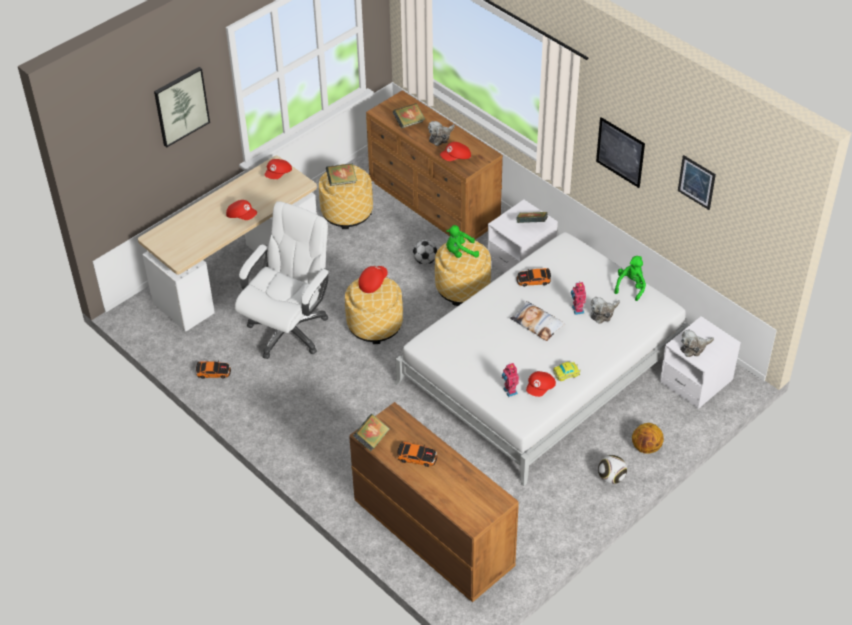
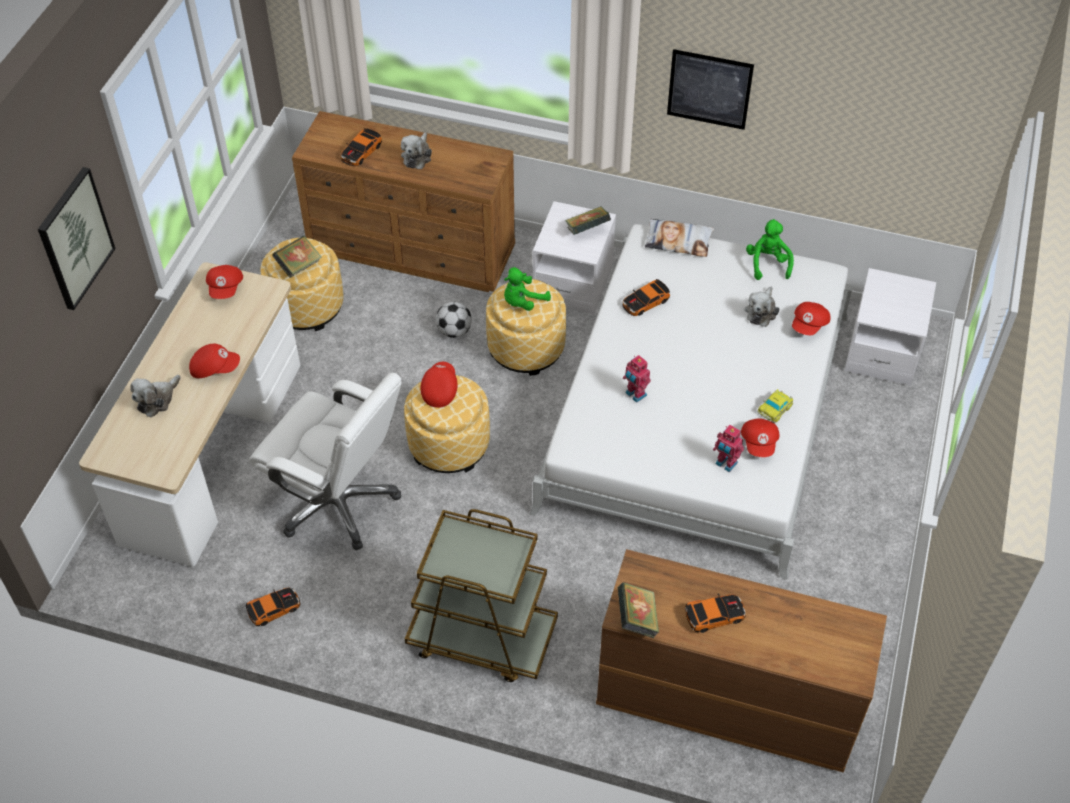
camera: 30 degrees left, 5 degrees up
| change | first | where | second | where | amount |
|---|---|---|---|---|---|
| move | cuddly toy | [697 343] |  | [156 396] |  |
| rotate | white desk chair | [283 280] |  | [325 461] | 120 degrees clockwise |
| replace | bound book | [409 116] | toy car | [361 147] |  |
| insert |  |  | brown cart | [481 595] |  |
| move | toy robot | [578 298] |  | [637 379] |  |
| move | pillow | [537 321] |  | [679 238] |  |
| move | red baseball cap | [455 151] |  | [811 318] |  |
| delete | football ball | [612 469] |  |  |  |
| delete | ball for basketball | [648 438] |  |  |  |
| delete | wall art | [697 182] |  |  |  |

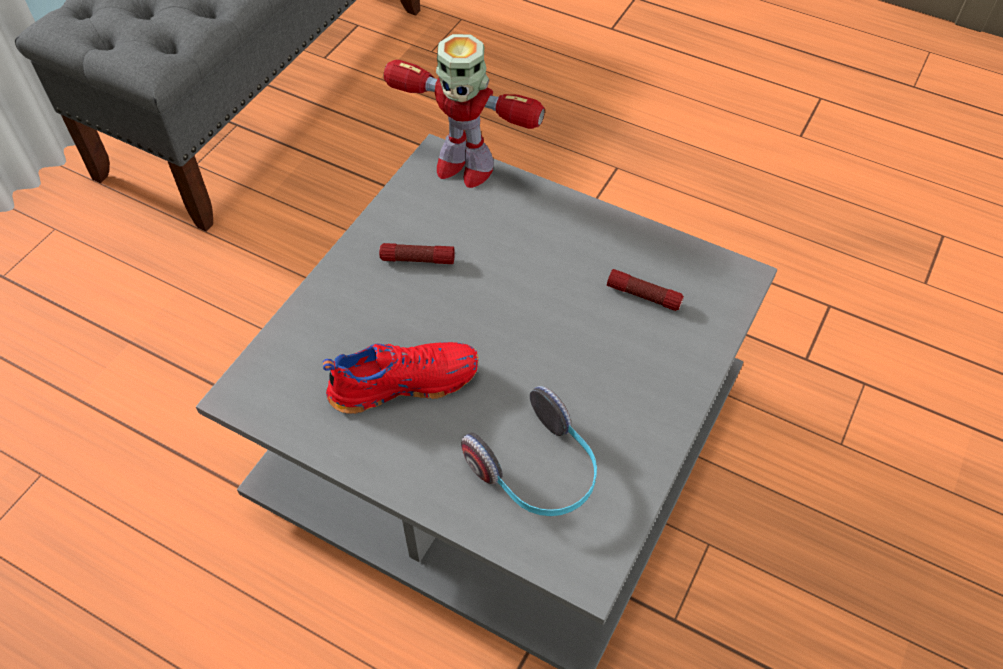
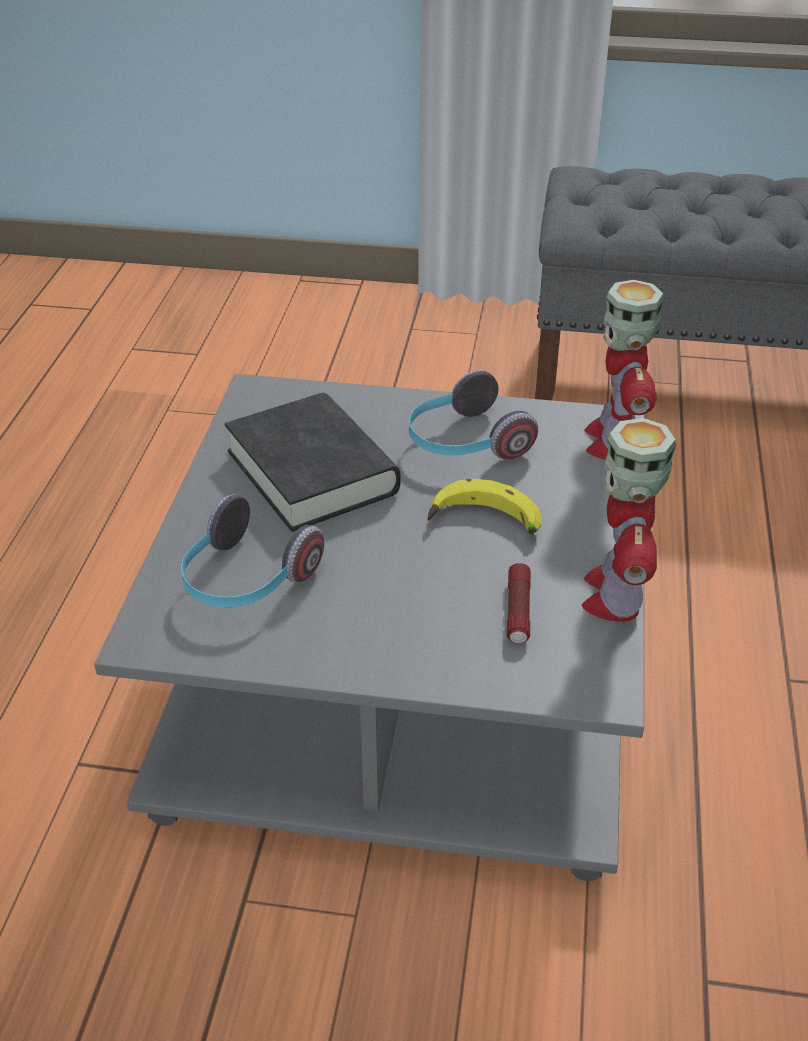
camera: 70 degrees right, 15 degrees down
| change | first | where | second | where | amount |
|---|---|---|---|---|---|
| replace | red item of footwear | [401 378] | blackish bound book | [312 462] |  |
| replace | torch | [417 253] | headset | [473 415] |  |
| insert |  |  | whole banana | [484 507] |  |
| insert |  |  | toy robot | [629 520] |  |

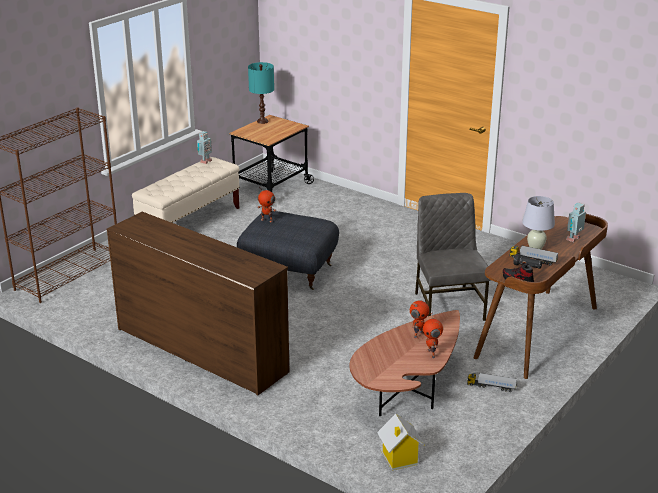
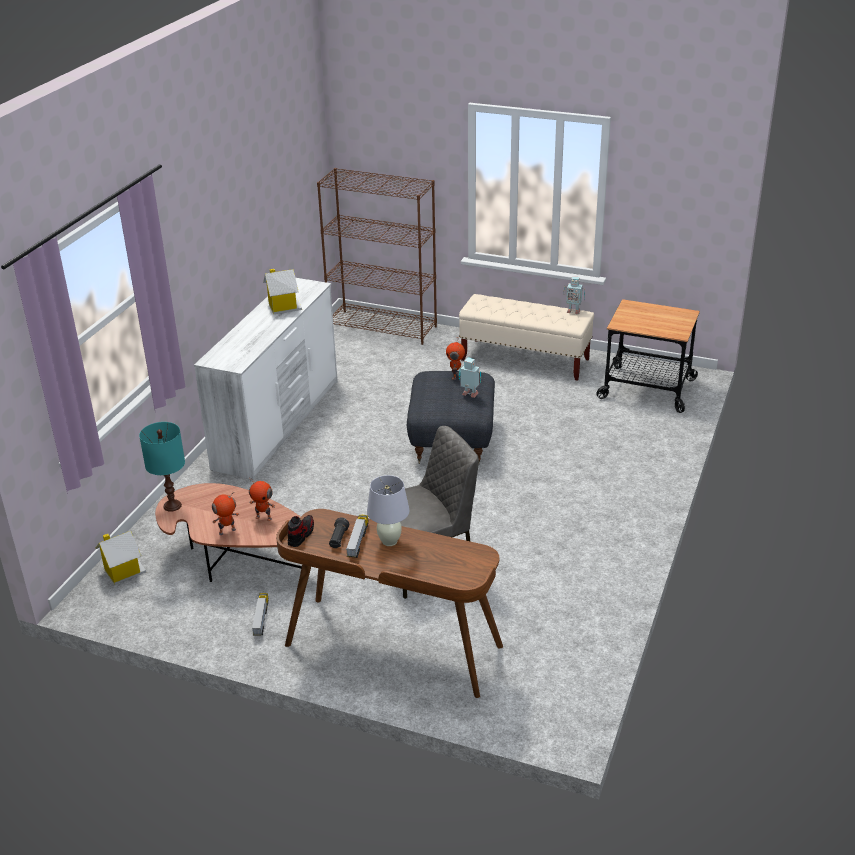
camera: 75 degrees right, 5 degrees up
| change | first | where | second | where | amount |
|---|---|---|---|---|---|
| move | blue-green table lamp | [261 93] |  | [162 467] |  |
| recolor | brown chest of drawers | [198 304] | white chest of drawers | [266 379] |  |
| insert |  |  | model house | [282 291] |  |
| move | toy robot | [576 222] |  | [470 378] |  |

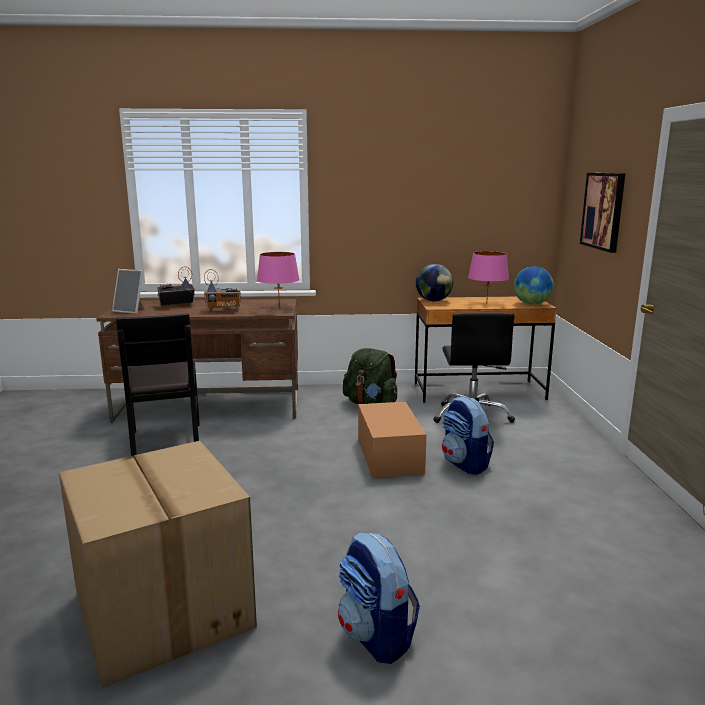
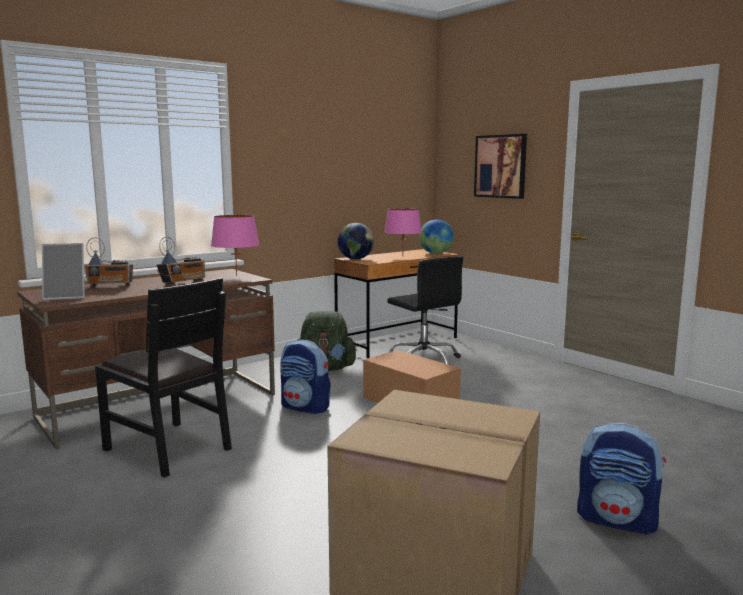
camera: 35 degrees left, 5 degrees down
| change | first | where | second | where | amount |
|---|---|---|---|---|---|
| rotate | radio set | [176 287] |  | [108 262] | 135 degrees counterclockwise |
| move | knapsack | [468 435] |  | [305 377] |  |

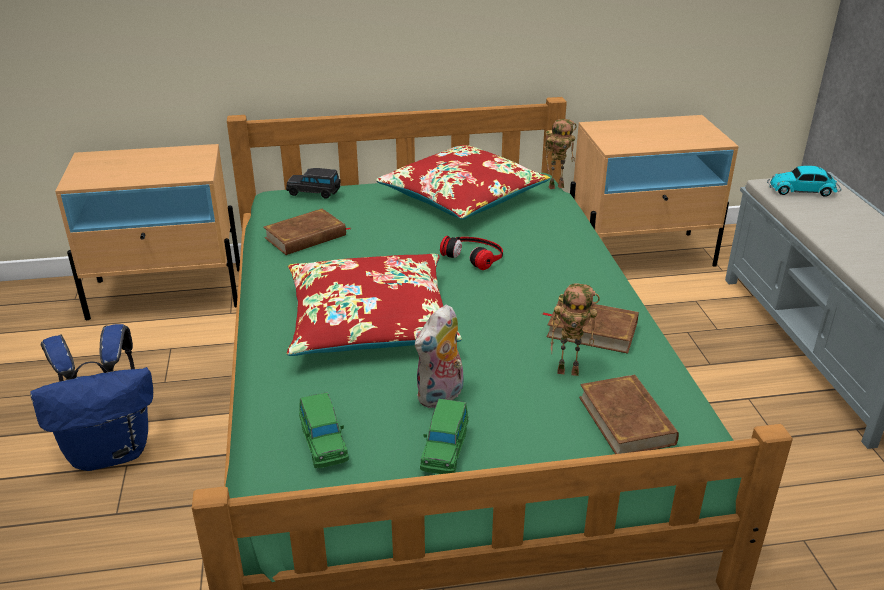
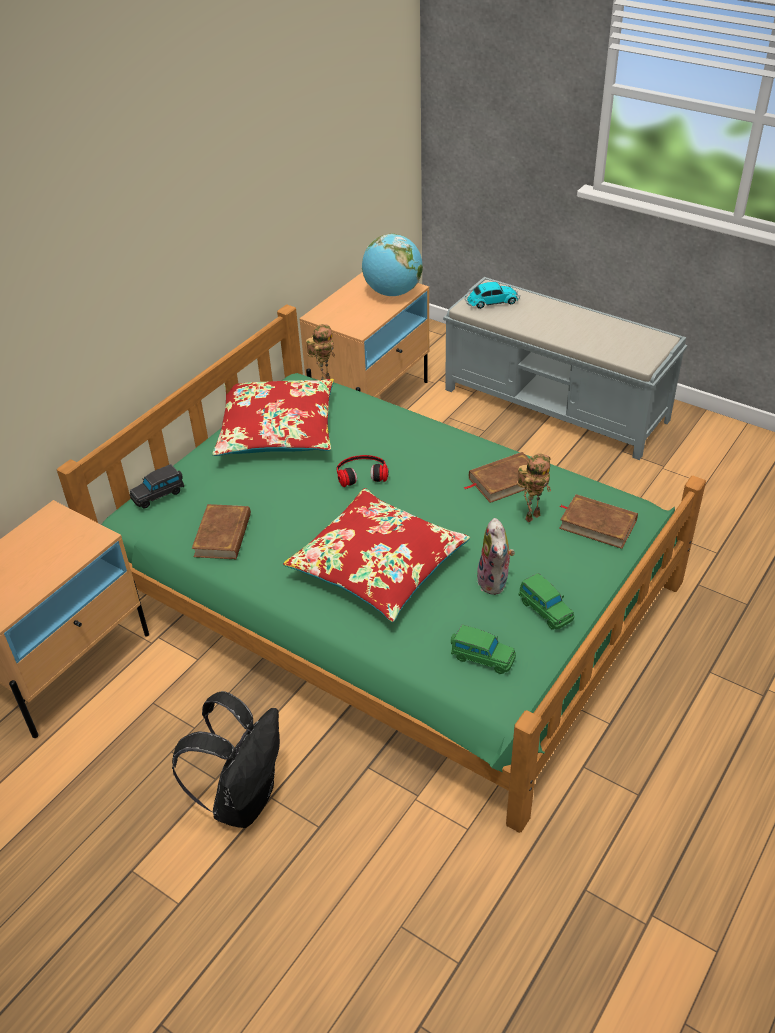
camera: 45 degrees left, 10 degrees up
| change | first | where | second | where | amount |
|---|---|---|---|---|---|
| recolor | blue knapsack | [91 397] | blackish knapsack | [226 759] |  |
| insert |  |  | world globe | [392 265] |  |
| rotate | toy car | [804 181] |  | [492 295] | 150 degrees counterclockwise |

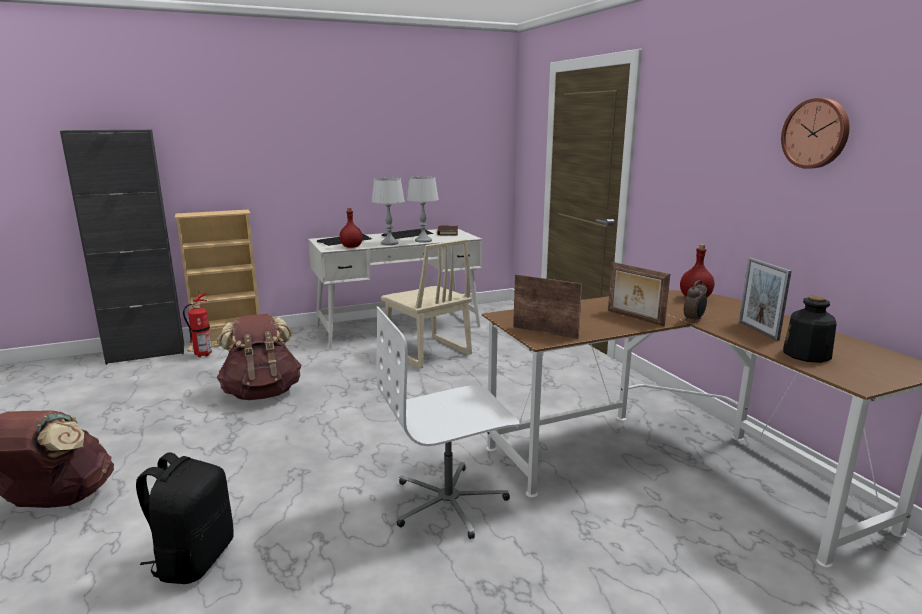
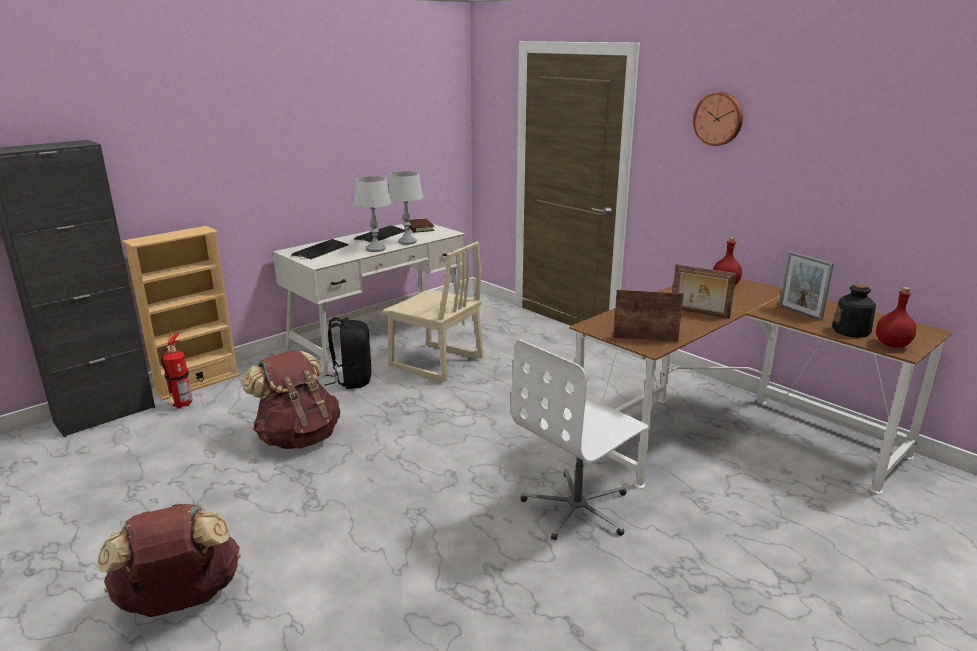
camera: 20 degrees left, 5 degrees up
| change | first | where | second | where | amount |
|---|---|---|---|---|---|
| move | blackish knapsack | [185 518] |  | [348 353] |  |
| move | wall clock | [815 133] |  | [718 119] |  |
| move | red beverage bottle | [351 228] |  | [896 317] |  |
| delete | alarm clock | [695 301] |  |  |  |

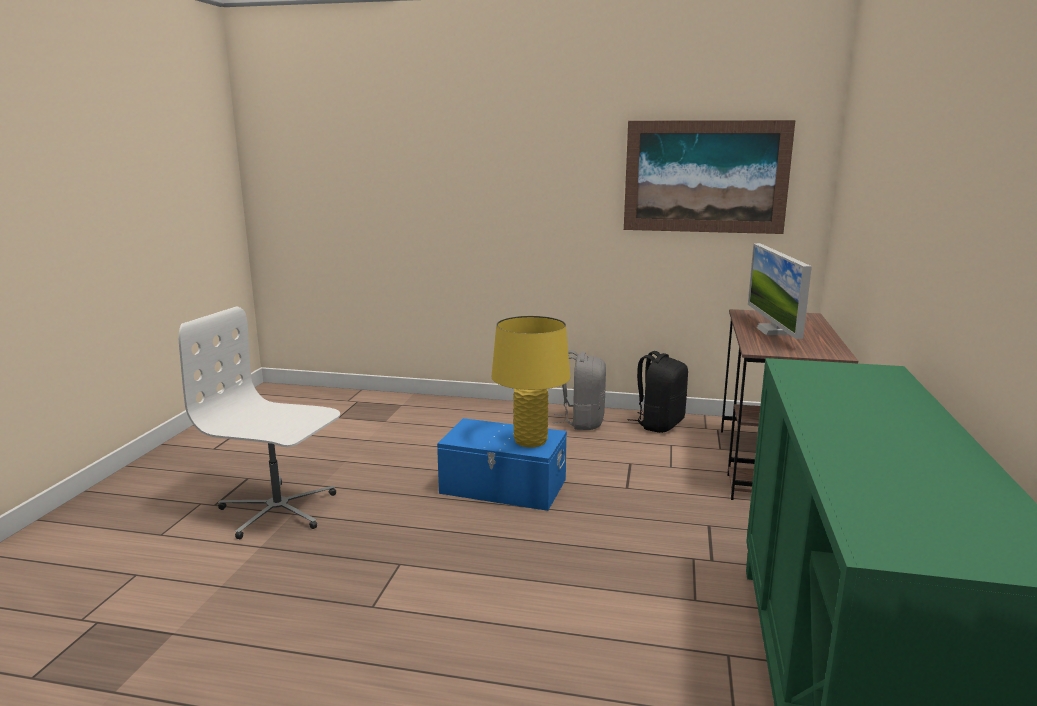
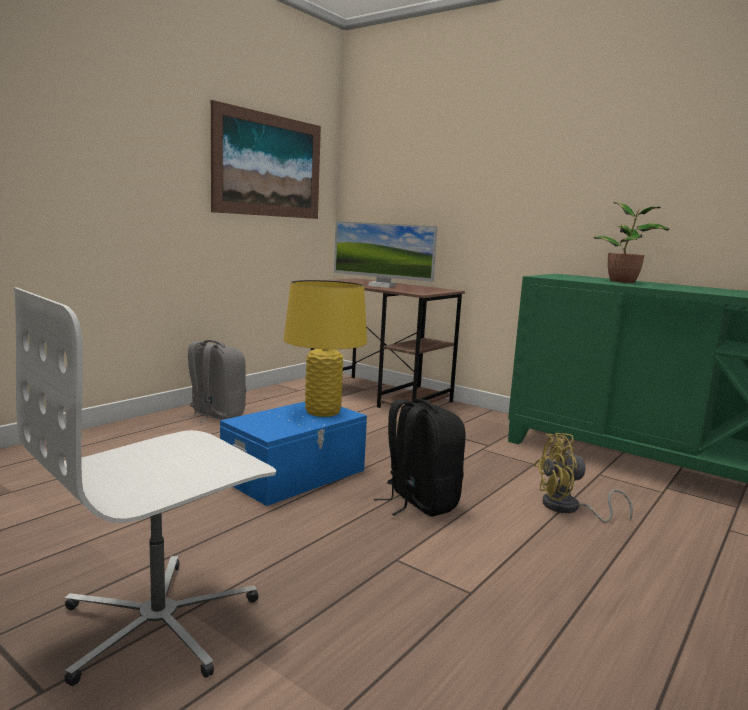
camera: 65 degrees left, 5 degrees down
| change | first | where | second | where | amount |
|---|---|---|---|---|---|
| move | blackish knapsack | [658 392] |  | [420 458] |  |
| insert |  |  | yellow-coloured fan | [583 478] |  |
| insert |  |  | potted plant | [631 242] |  |

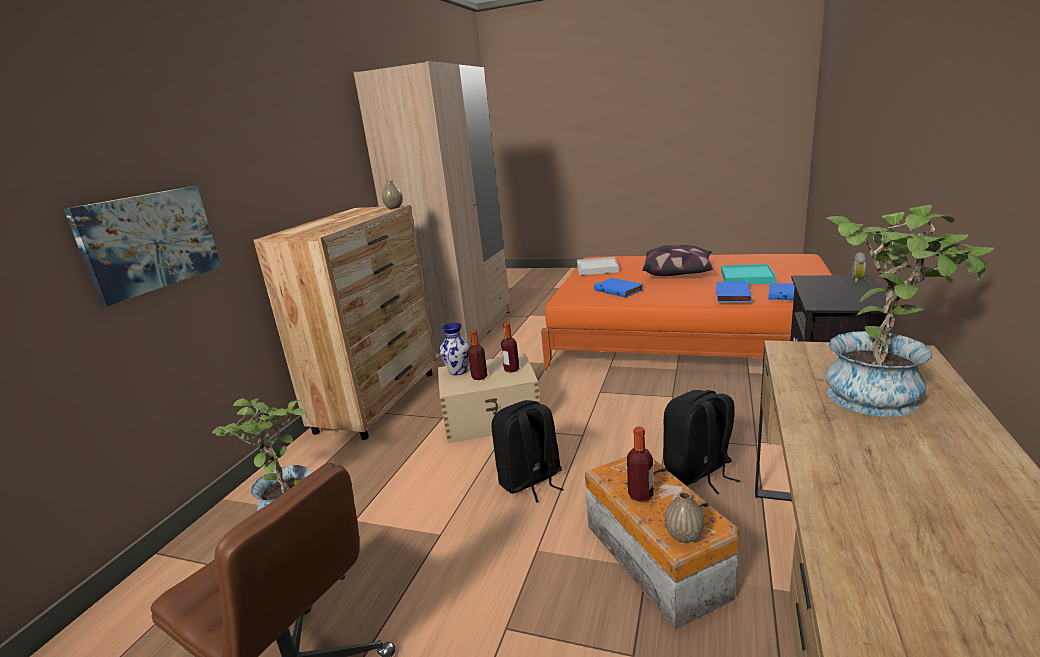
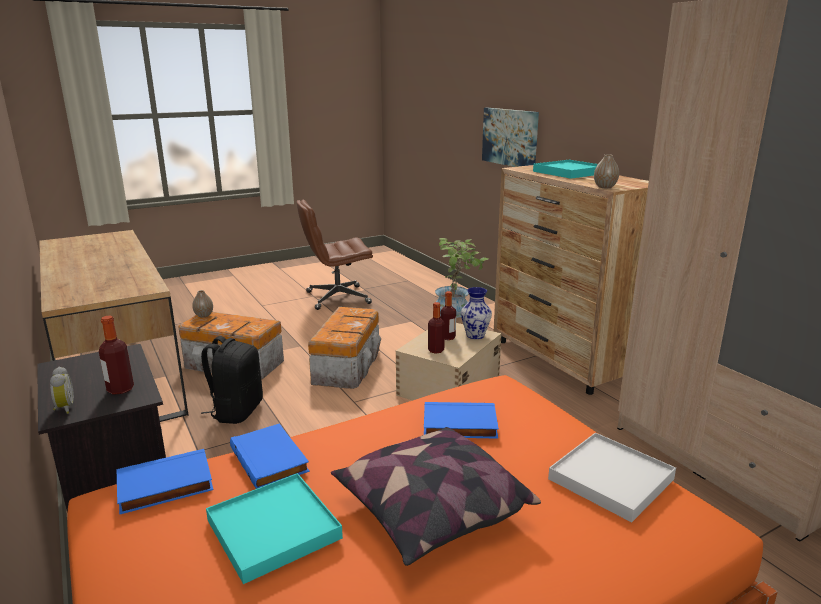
camera: 130 degrees right, 0 degrees up
| change | first | where | second | where | amount |
|---|---|---|---|---|---|
| move | beverage bottle | [640 464] |  | [116 355] |  |
| replace | blackish knapsack | [527 451] | storage bin | [344 348] |  |
| insert |  |  | blue-green carrying tray | [565 169] |  |
| delete | potted plant | [910 311] |  |  |  |

